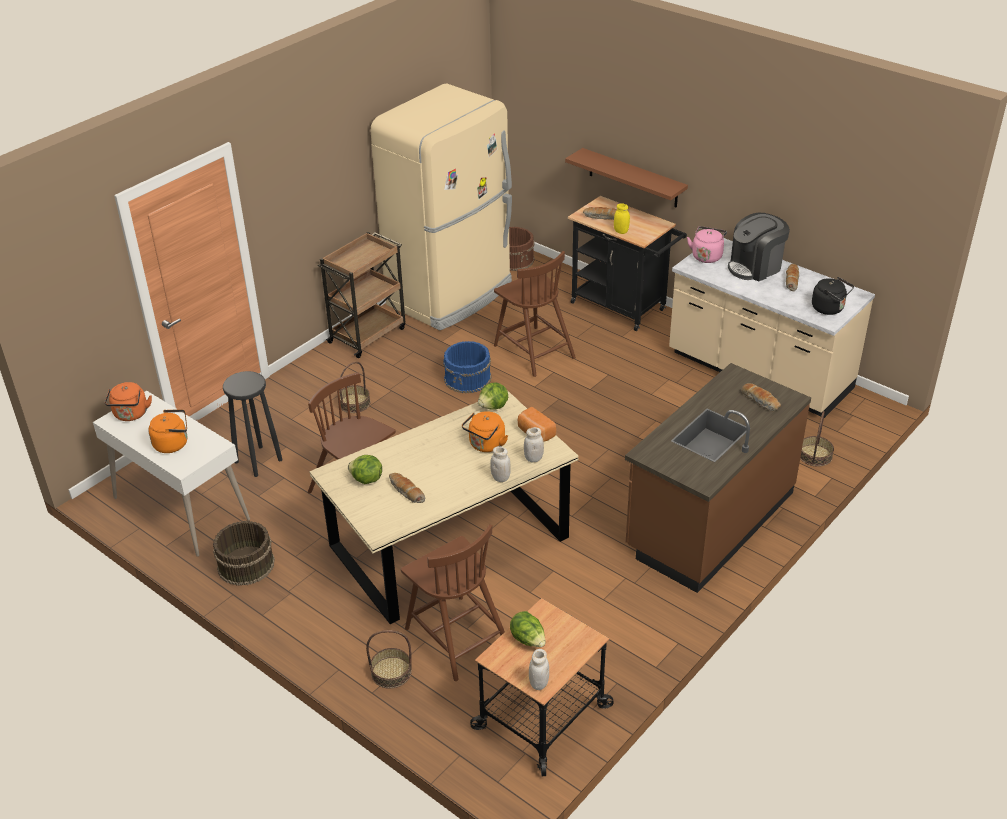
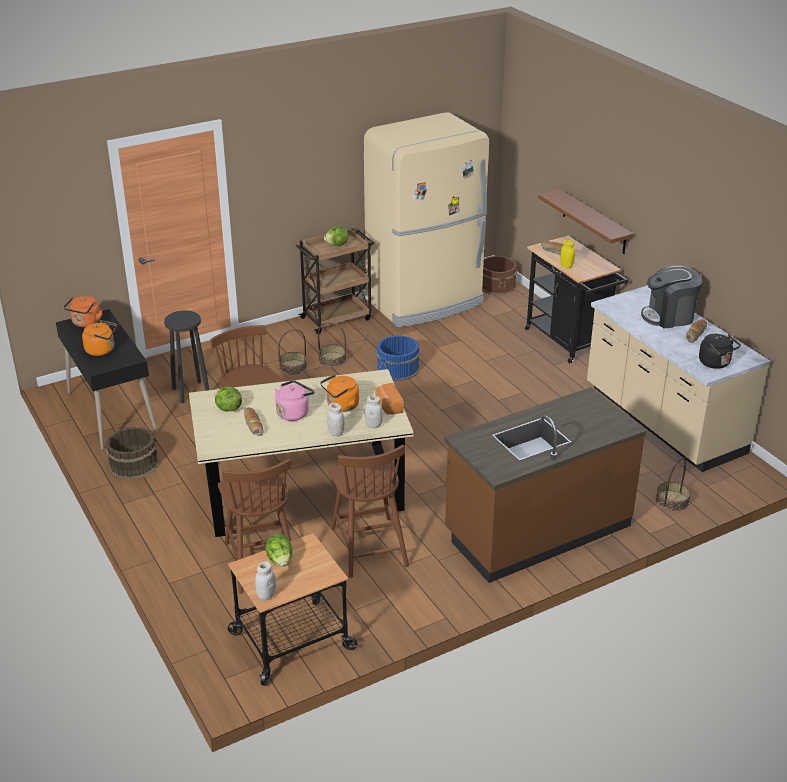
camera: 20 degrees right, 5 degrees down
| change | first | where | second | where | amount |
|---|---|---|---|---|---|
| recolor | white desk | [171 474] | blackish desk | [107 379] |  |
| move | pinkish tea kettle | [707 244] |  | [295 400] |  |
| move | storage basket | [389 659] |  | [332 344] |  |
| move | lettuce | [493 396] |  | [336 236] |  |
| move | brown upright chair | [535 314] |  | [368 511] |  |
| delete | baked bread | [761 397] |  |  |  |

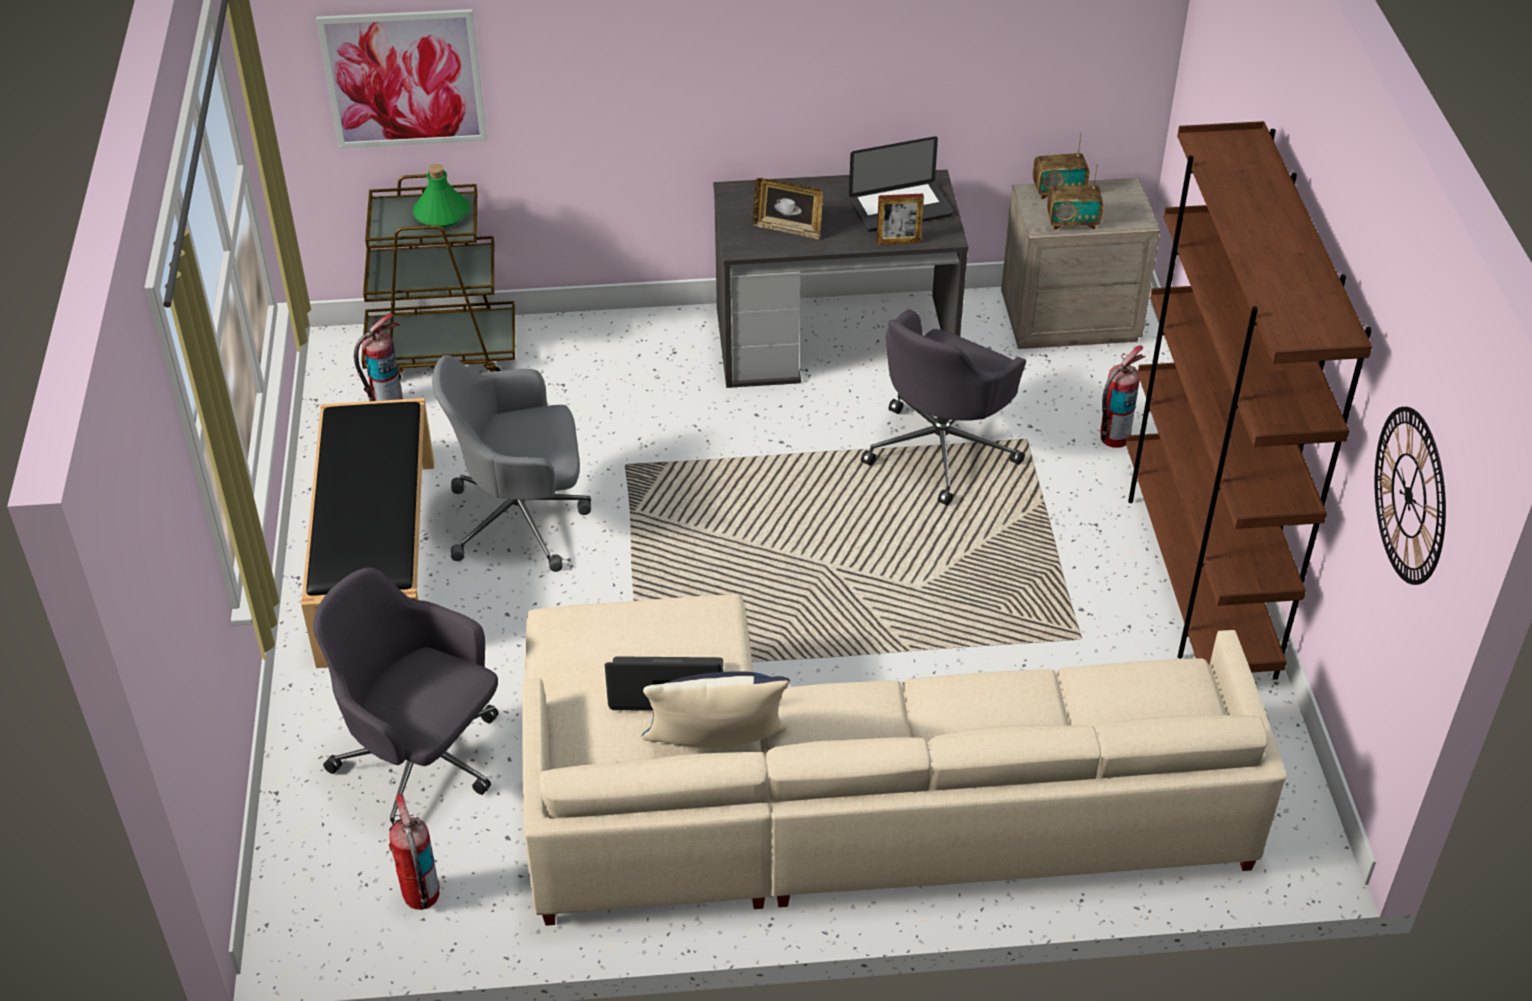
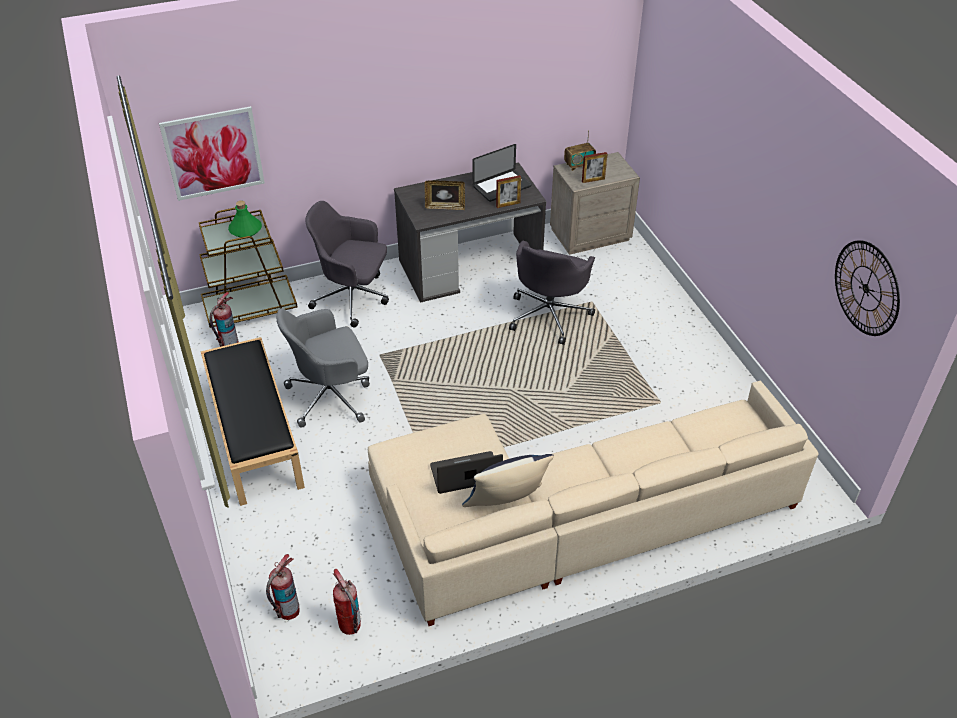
camera: 15 degrees left, 0 degrees up
| change | first | where | second | where | amount |
|---|---|---|---|---|---|
| move | fire extinguisher | [1123 396] |  | [283 587] |  |
| move | grey desk chair | [406 699] |  | [347 264] |  |
| replace | radio set | [1075 196] | picture frame | [594 167] |  |
| delete | brown shelving unit | [1249 400] |  |  |  |

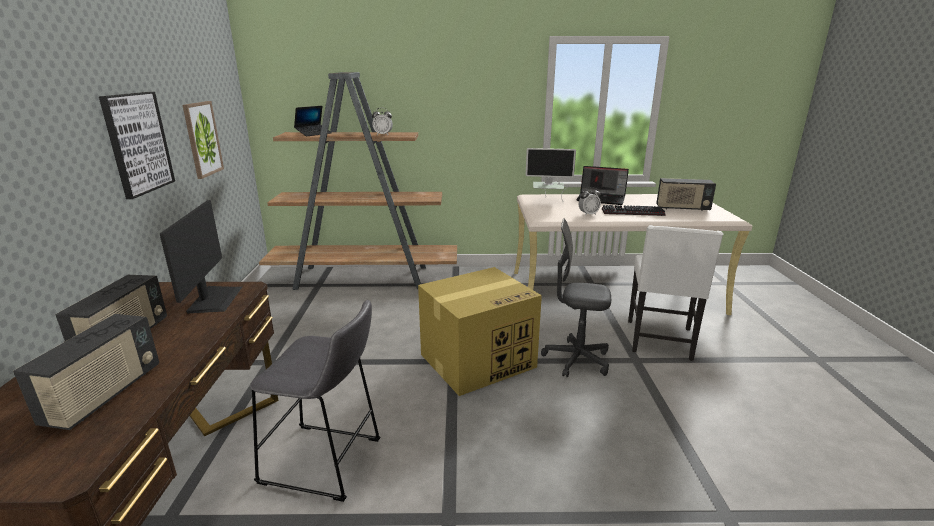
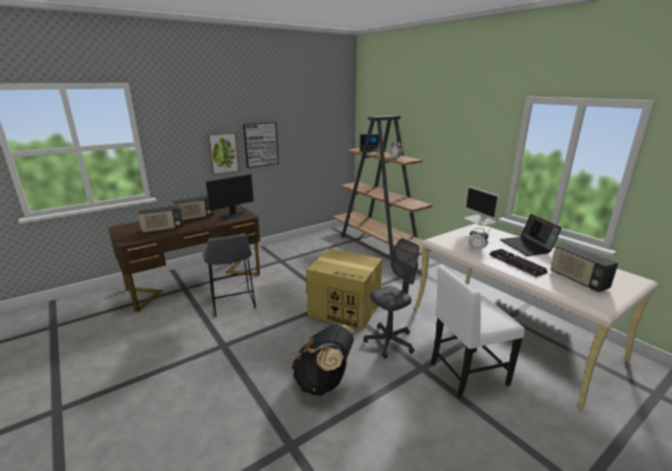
camera: 55 degrees right, 0 degrees up
| change | first | where | second | where | amount |
|---|---|---|---|---|---|
| move | wall art | [203 140] |  | [223 153] |  |
| insert |  |  | blackish knapsack | [323 360] |  |
| rotate | grey desk chair | [576 297] |  | [391 298] | 75 degrees clockwise |

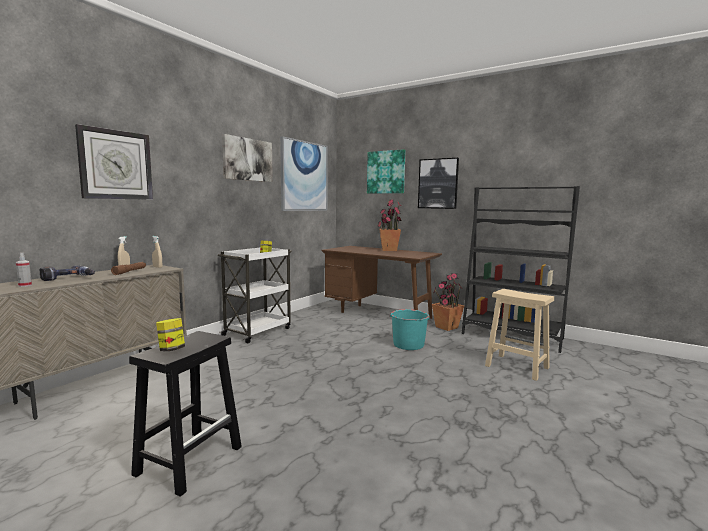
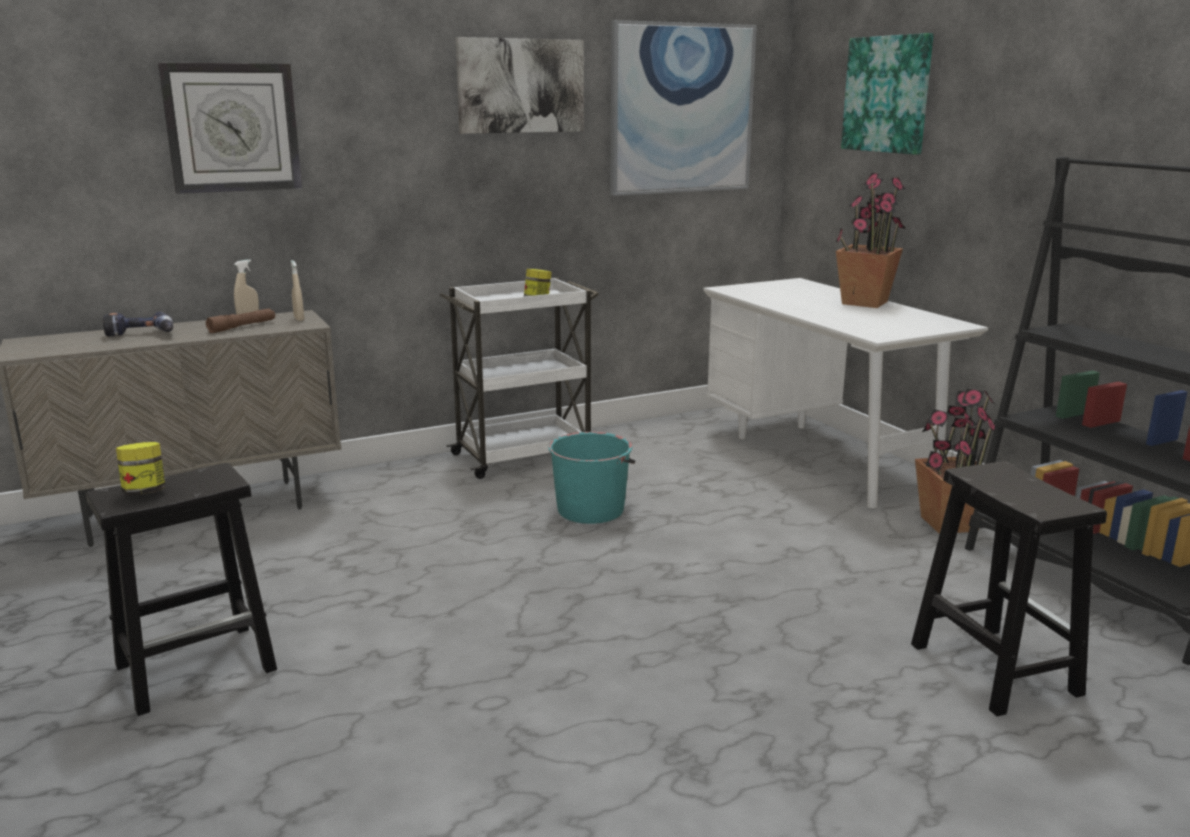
camera: 30 degrees right, 10 degrees up
| change | first | where | second | where | amount |
|---|---|---|---|---|---|
| move | blue-green bucket | [410 329] |  | [591 478] |  |
| recolor | brown desk | [381 282] | white desk | [845 393] |  |
| recolor | sand-coloured sitting stool | [519 335] | blackish sitting stool | [1009 588] |  |
| delete | spray bottle | [24 269] |  |  |  |
| delete | wall art | [438 183] |  |  |  |

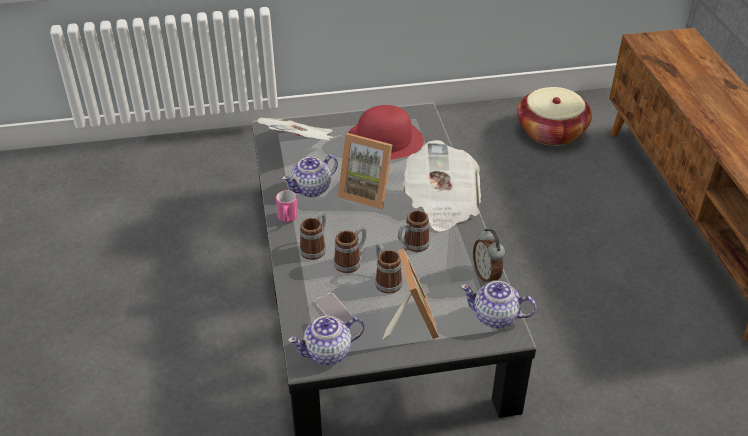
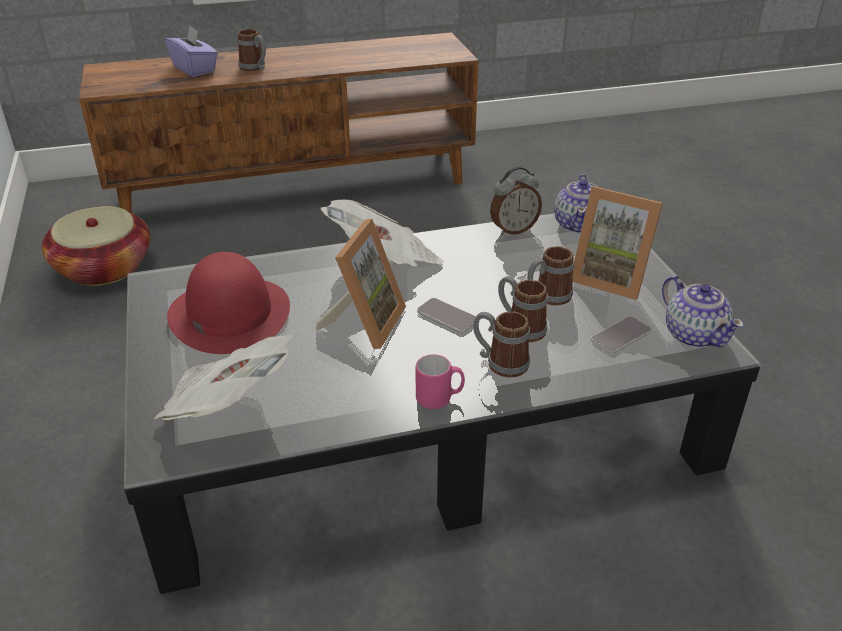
camera: 95 degrees left, 5 degrees down
| change | first | where | second | where | amount |
|---|---|---|---|---|---|
| insert |  |  | purplish tissue box | [191 51] |  |
| move | mug | [414 231] |  | [251 50] |  |
| insert |  |  | telephone | [446 315] |  |
| rotate | picture frame | [410 294] |  | [617 243] | 135 degrees counterclockwise |
| delete | pot for tea | [310 176] |  |  |  |

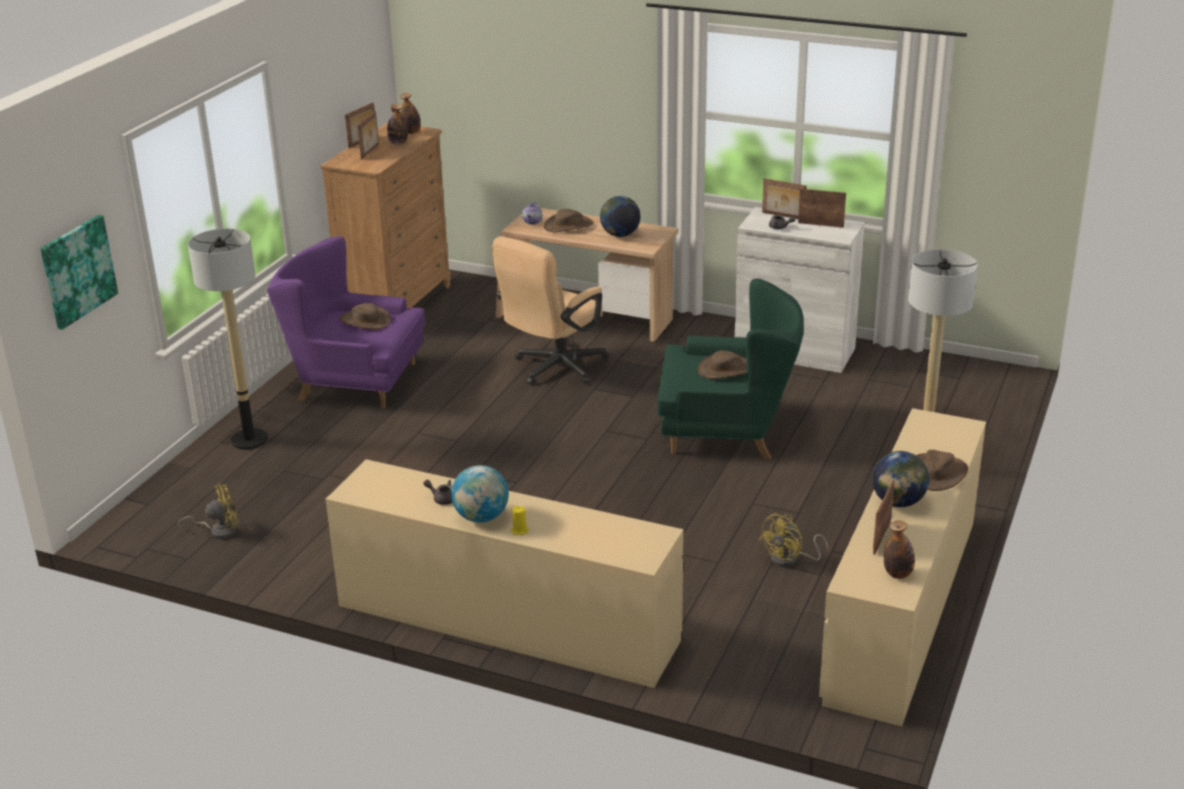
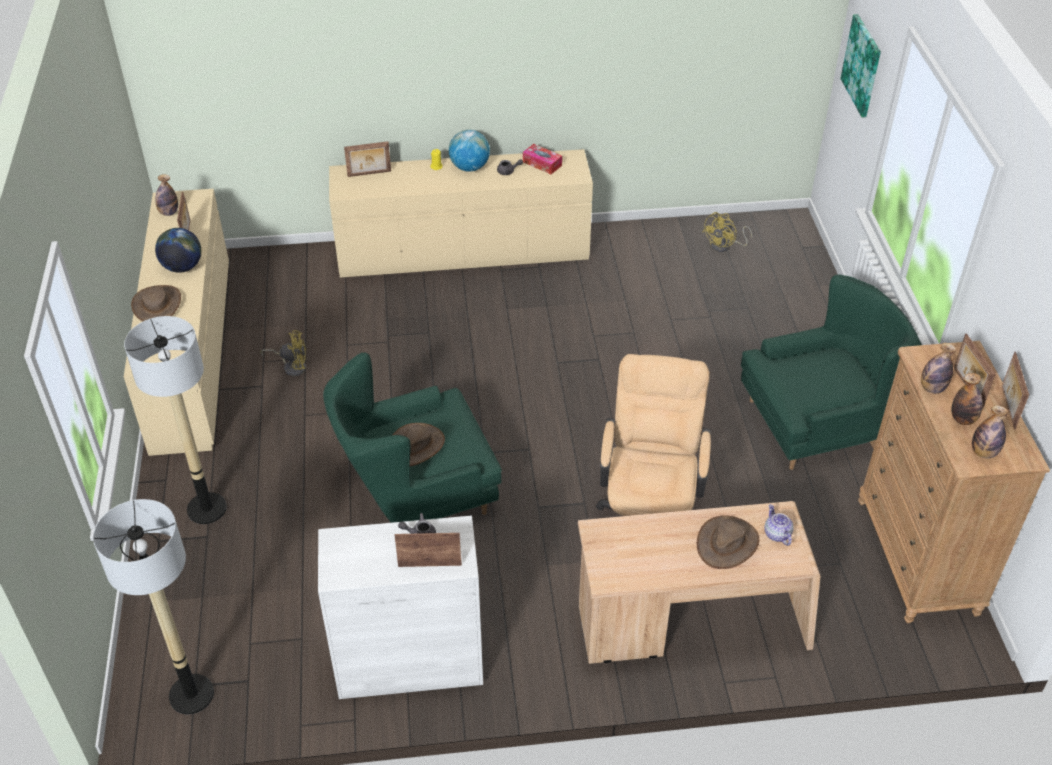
camera: 150 degrees right, 15 degrees up
| change | first | where | second | where | amount |
|---|---|---|---|---|---|
| move | standing lamp | [228 339] |  | [153 606] |  |
| rotate | yellow-coloured fan | [793 540] |  | [283 353] | 75 degrees clockwise |
| move | picture frame | [822 208] |  | [367 159] |  |
| insert |  |  | tissue box | [542 159] |  |
| recolor | purplish lounge chair | [346 322] | green-coloured lounge chair | [831 372] |  |
| insert |  |  | beverage bottle | [939 368] |  |
| delete | brown clothing hat | [365 316] |  |  |  |
| delete | world globe | [620 216] |  |  |  |

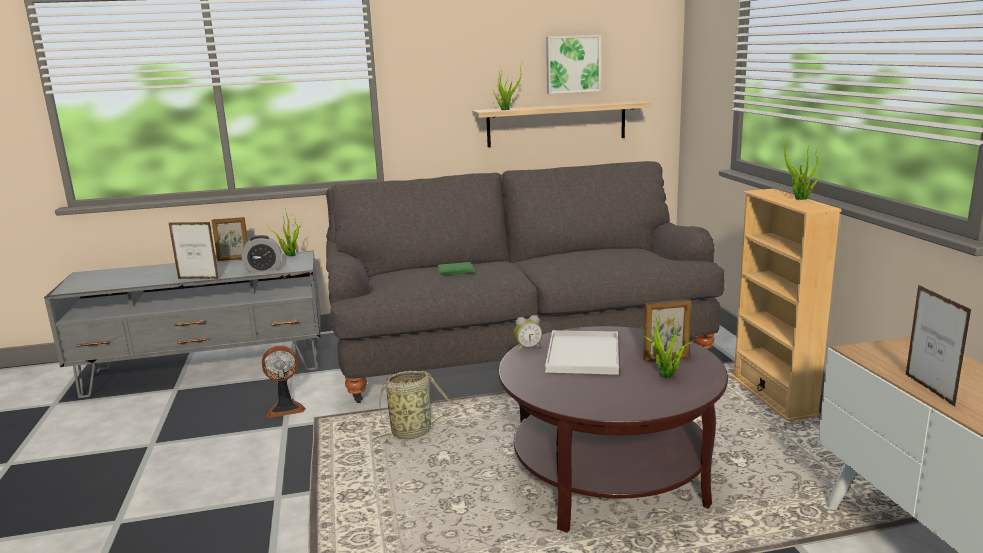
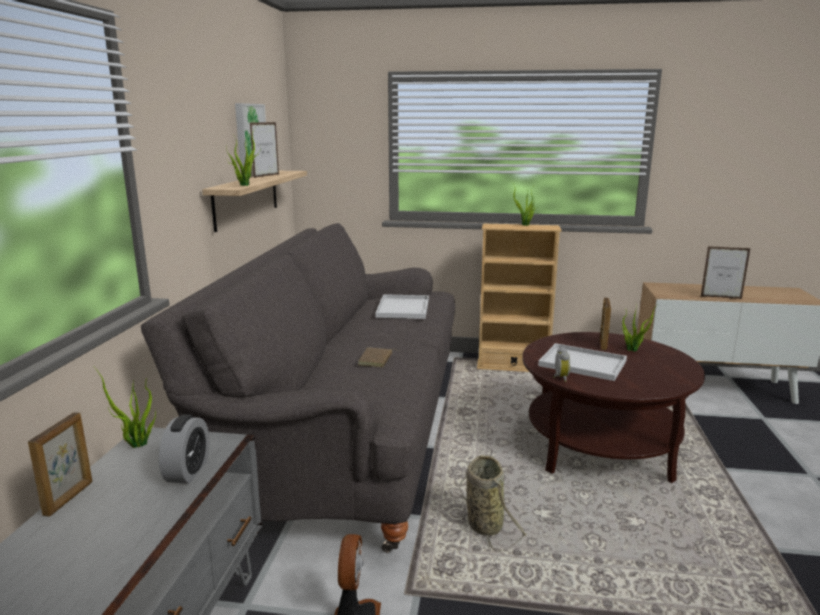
camera: 70 degrees left, 0 degrees up
| change | first | where | second | where | amount |
|---|---|---|---|---|---|
| move | picture frame | [193 250] |  | [264 150] |  |
| recolor | green-coloured bound book | [456 268] | brown bound book | [378 357] |  |
| insert |  |  | white carrying tray | [402 306] |  |

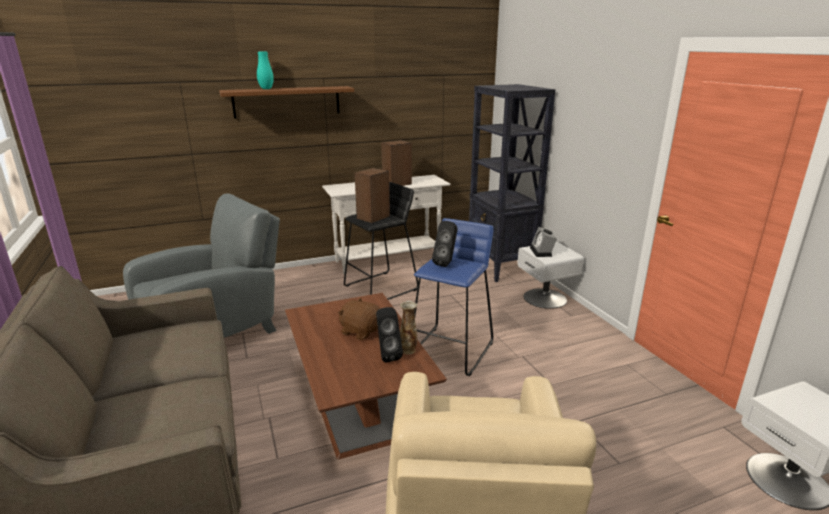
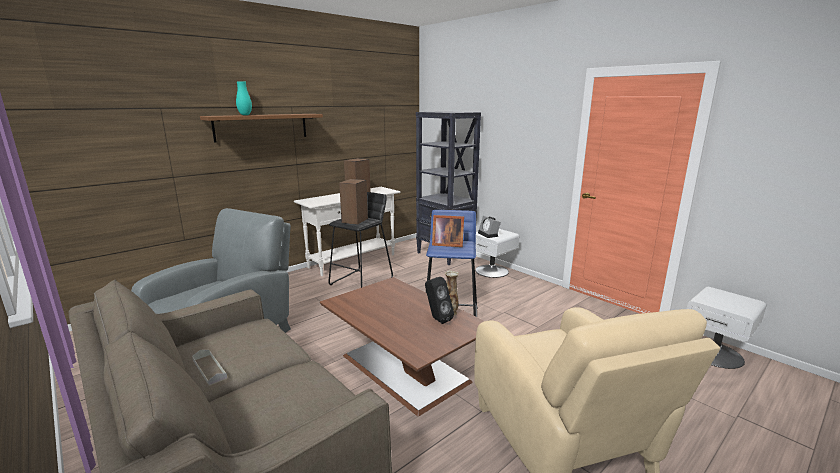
camera: 20 degrees left, 5 degrees down
| change | first | where | second | where | amount |
|---|---|---|---|---|---|
| insert |  |  | grey carrying tray | [210 368] |  |
| replace | blackish audio speaker | [445 244] | picture frame | [448 231] |  |
| delete | brown cuddly toy | [359 319] |  |  |  |

